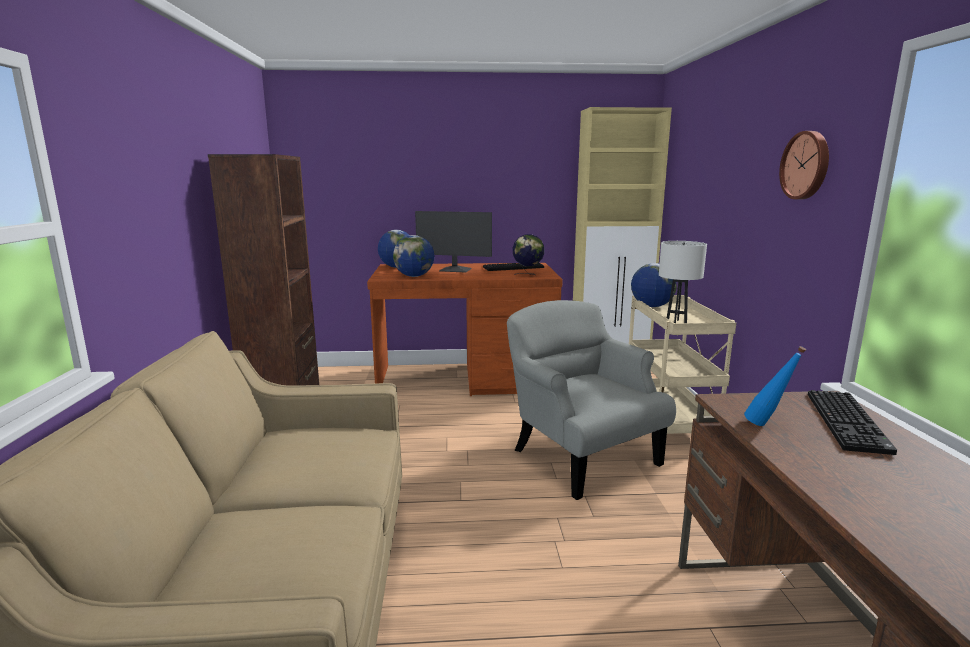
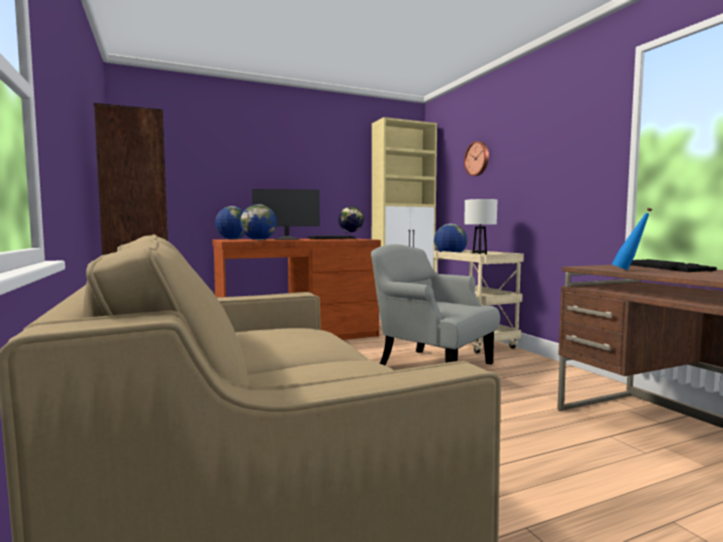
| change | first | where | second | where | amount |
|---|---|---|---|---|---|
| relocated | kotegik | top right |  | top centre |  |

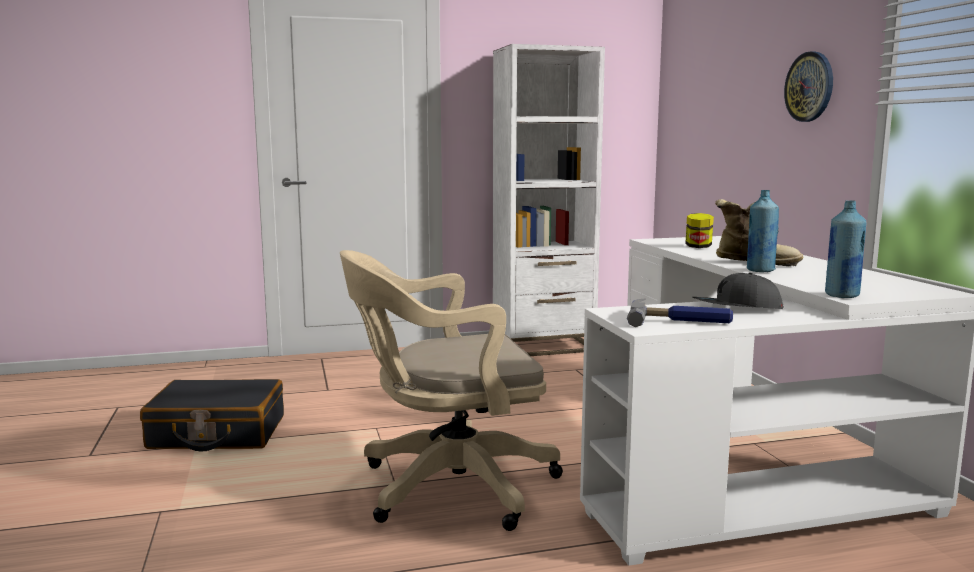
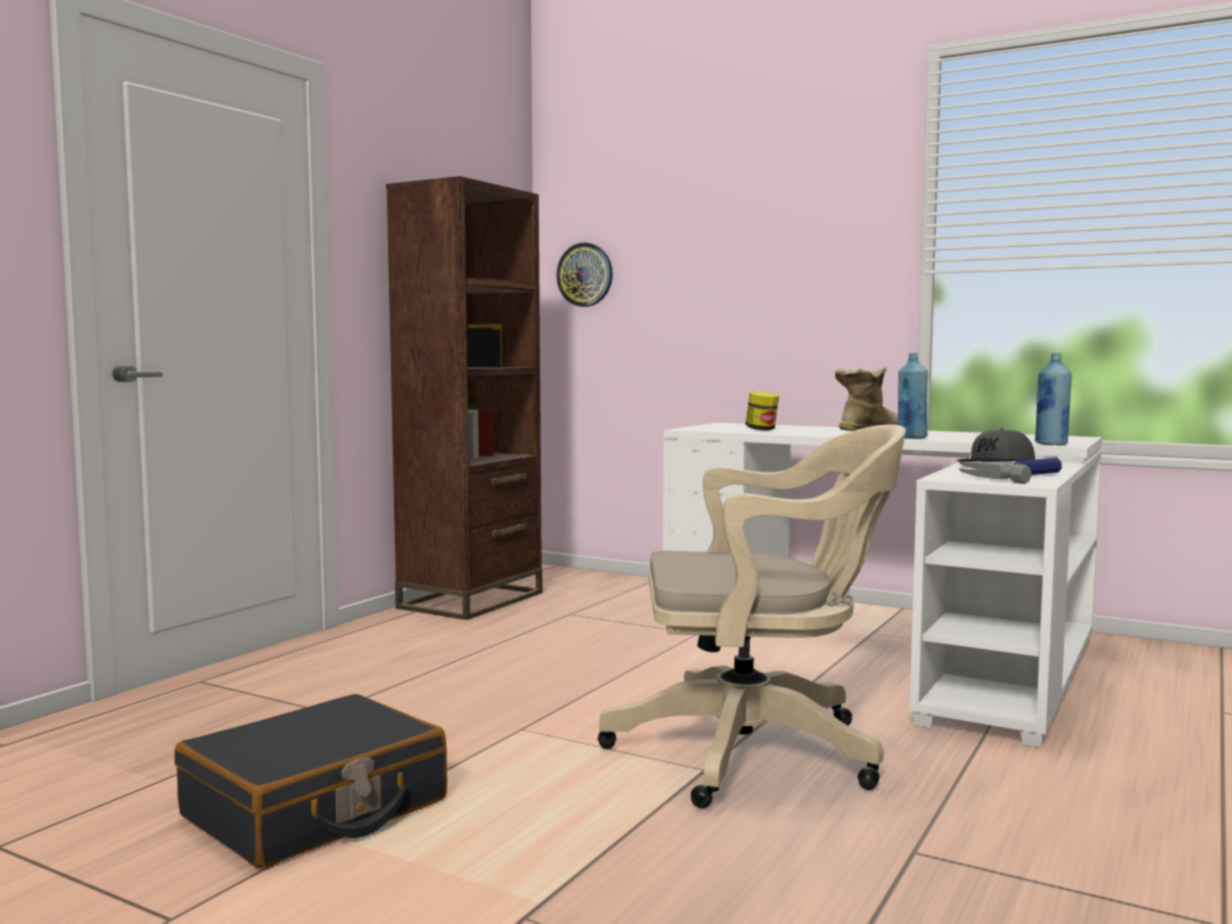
| change | first | where | second | where | amount |
|---|---|---|---|---|---|
| relocated | kotegik | top right |  | top centre |  |
| colour | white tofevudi | centre | brown tofevudi | centre |  |
| spun | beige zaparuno | bottom centre |  | bottom centre | 120 degrees counterclockwise |

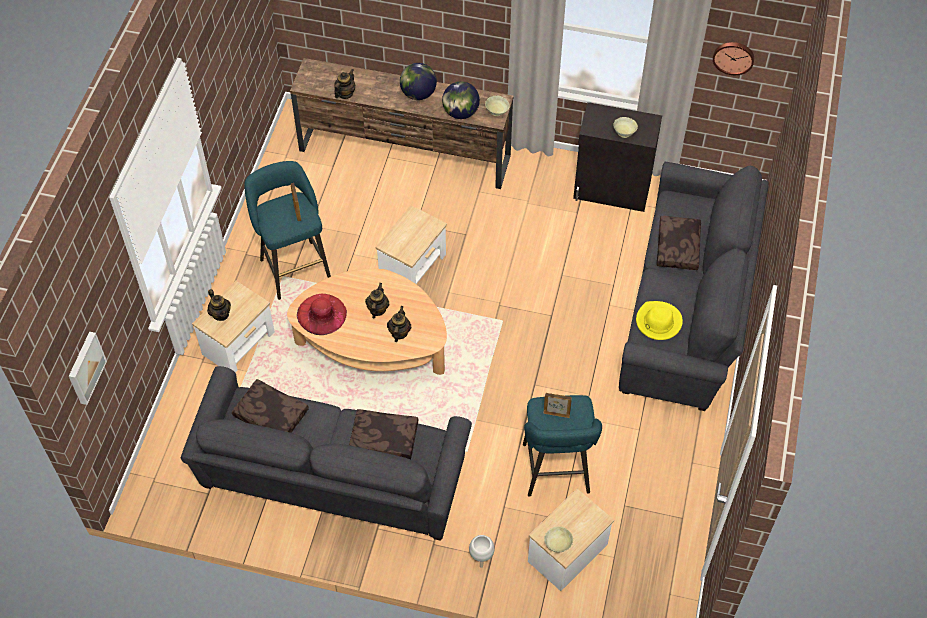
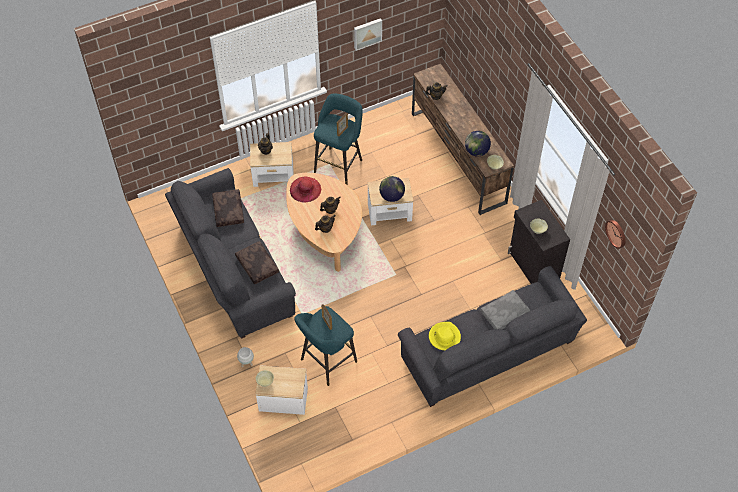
| change | first | where | second | where | amount |
|---|---|---|---|---|---|
| relocated | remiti | middle left |  | top centre |  |
| relocated | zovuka (no. 1 from left) | top centre |  | centre |  |
| colour | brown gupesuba (no. 3 from left) | middle right | grey gupesuba | middle right |  |

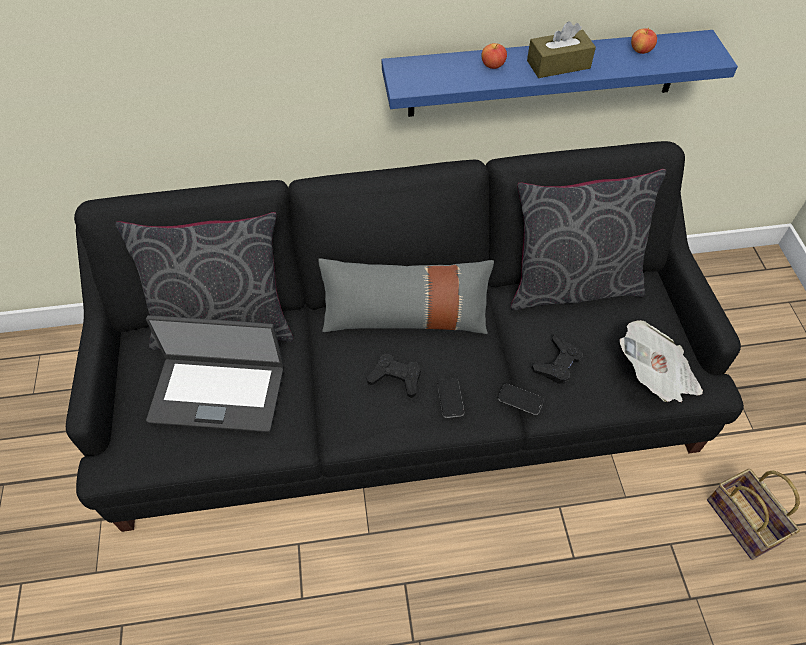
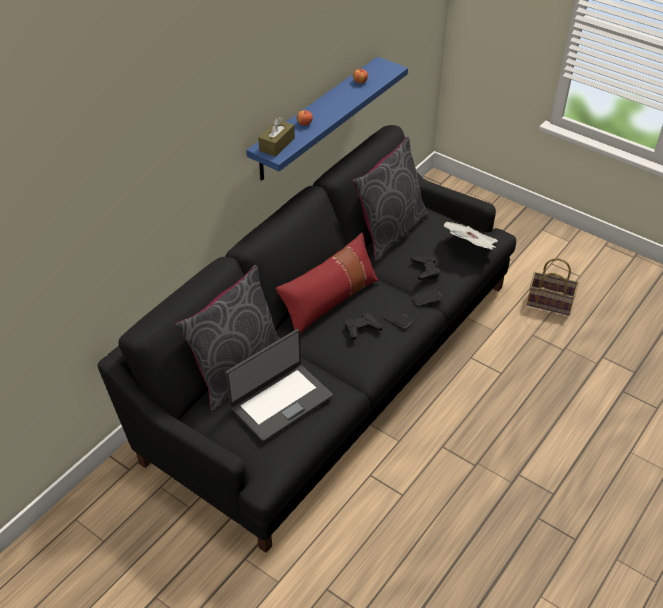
| change | first | where | second | where | amount |
|---|---|---|---|---|---|
| relocated | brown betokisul | top right |  | top centre |  |
| colour | grey gupesuba (no. 2 from left) | centre | red gupesuba | centre |  |

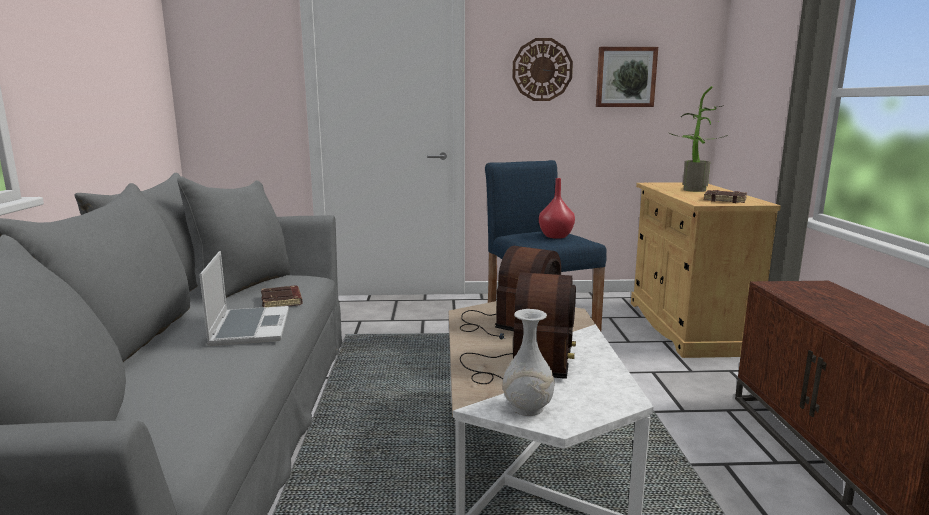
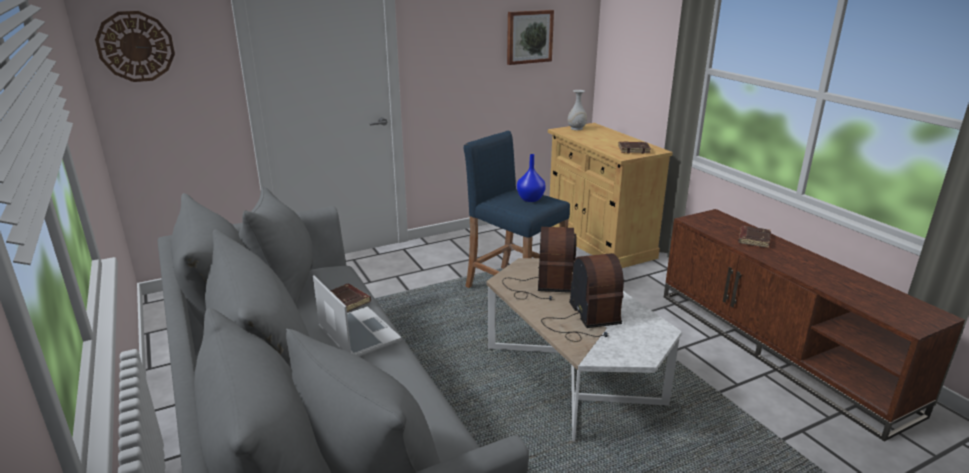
| change | first | where | second | where | amount |
|---|---|---|---|---|---|
| missing | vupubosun | top right |  |  |  |
| appeared |  |  | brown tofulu (no. 3 from left) | middle right |  |
| relocated | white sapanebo | bottom centre |  | top centre |  |
| relocated | kotegik | top centre |  | top left |  |
| colour | red sapanebo | centre | blue sapanebo | centre |  |

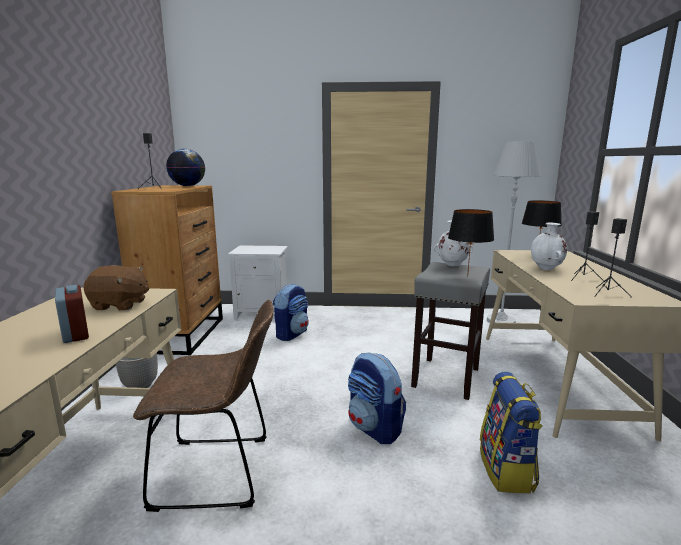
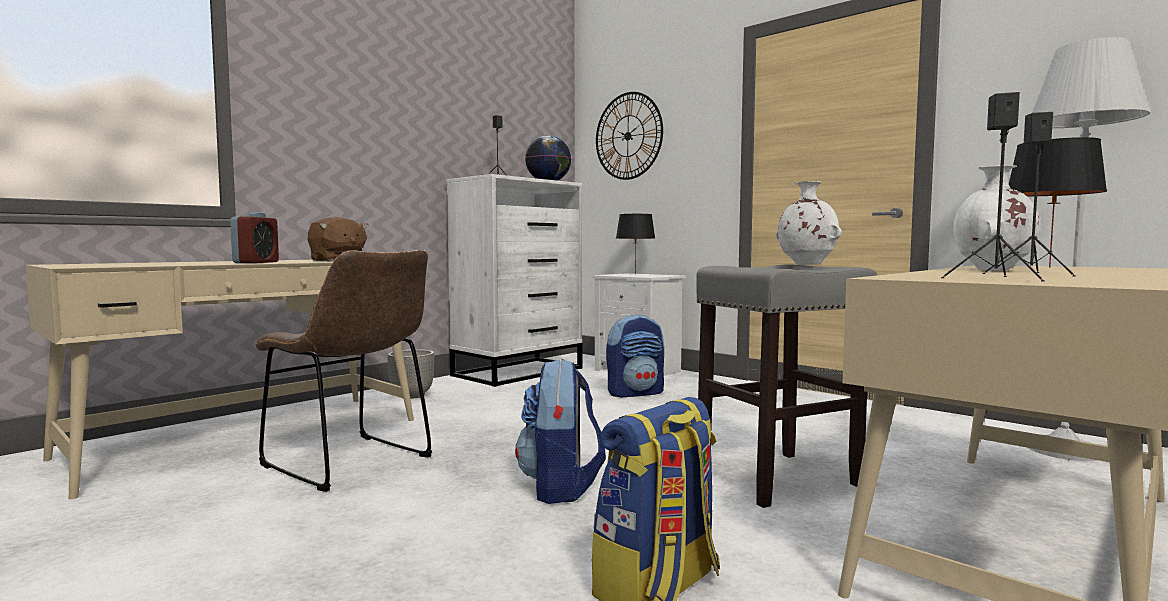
| change | first | where | second | where | amount |
|---|---|---|---|---|---|
| appeared |  |  | kotegik | top centre |  |
| relocated | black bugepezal (no. 1 from left) | middle right |  | centre |  |
| colour | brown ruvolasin | middle left | white ruvolasin | centre |  |

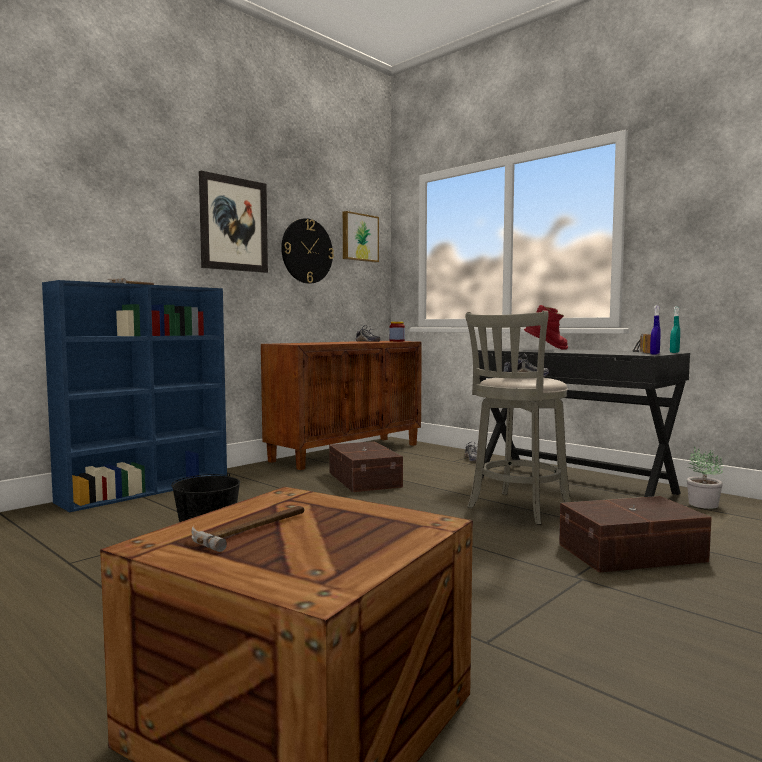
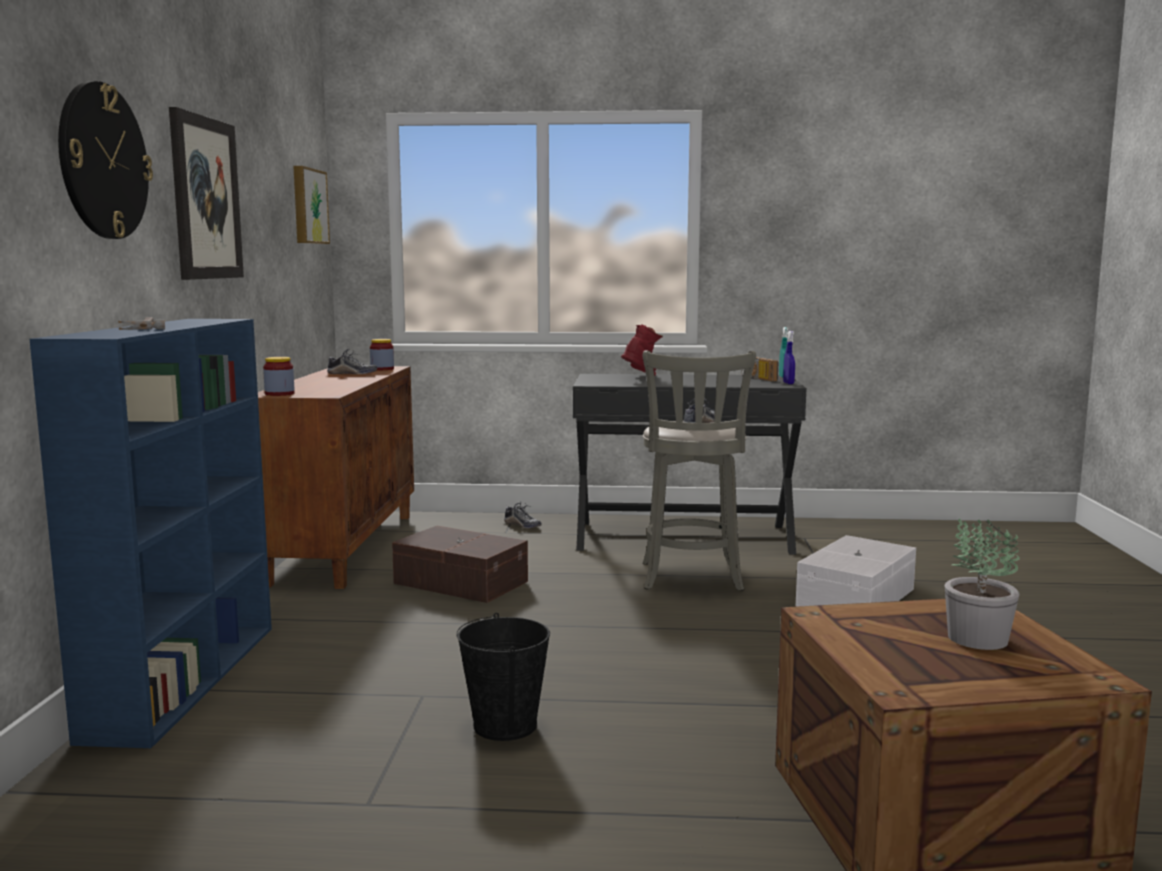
| change | first | where | second | where | amount |
|---|---|---|---|---|---|
| missing | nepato (no. 2 from left) | bottom left |  |  |  |
| appeared |  |  | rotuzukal (no. 1 from left) | middle left |  |
| relocated | kotegik | top centre |  | top left |  |
| relocated | vupubosun | middle right |  | bottom right |  |
| colour | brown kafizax (no. 2 from left) | bottom right | white kafizax | middle right |  |

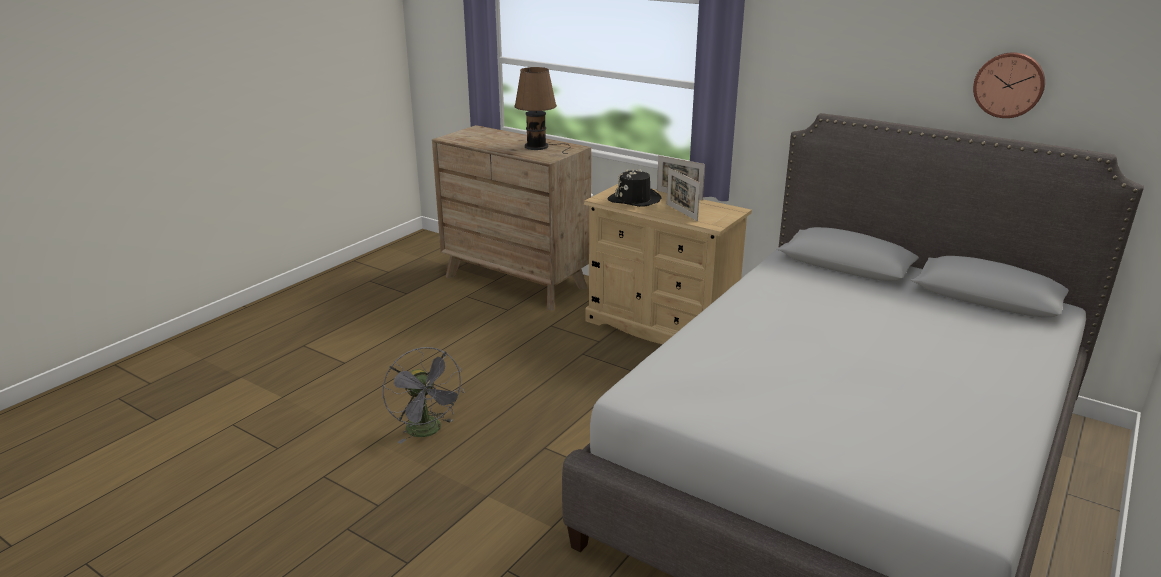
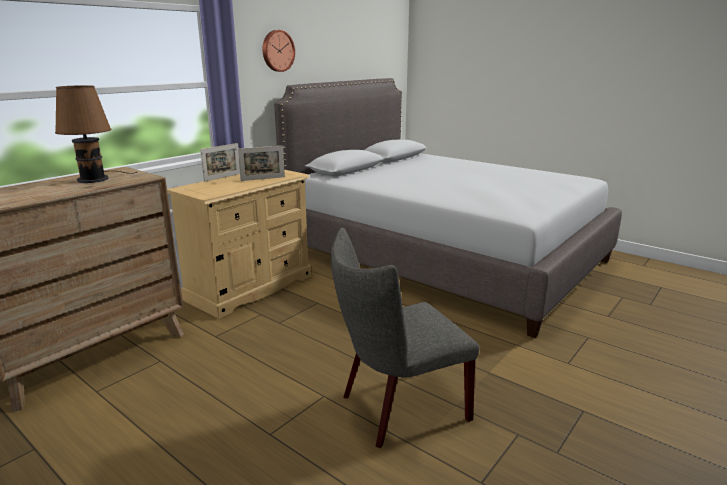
| change | first | where | second | where | amount |
|---|---|---|---|---|---|
| missing | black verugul | top centre |  |  |  |
| relocated | kotegik | top right |  | top centre |  |
| exchanged | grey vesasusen | bottom centre | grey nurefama | bottom centre |  |

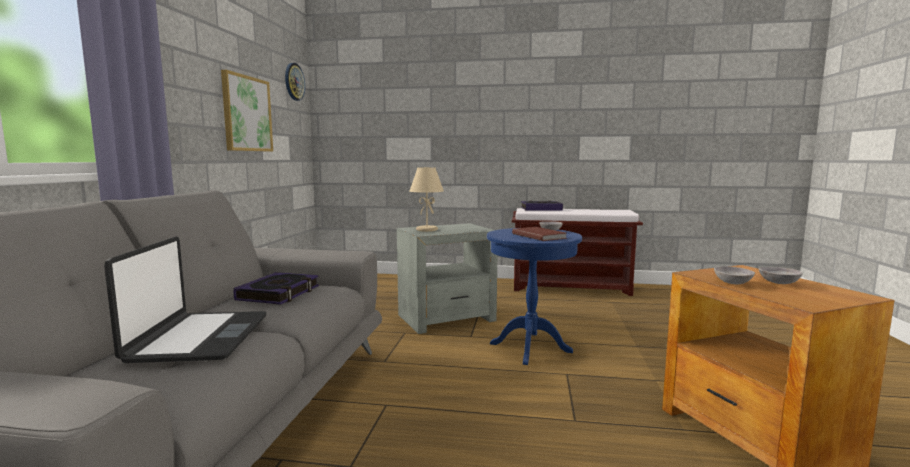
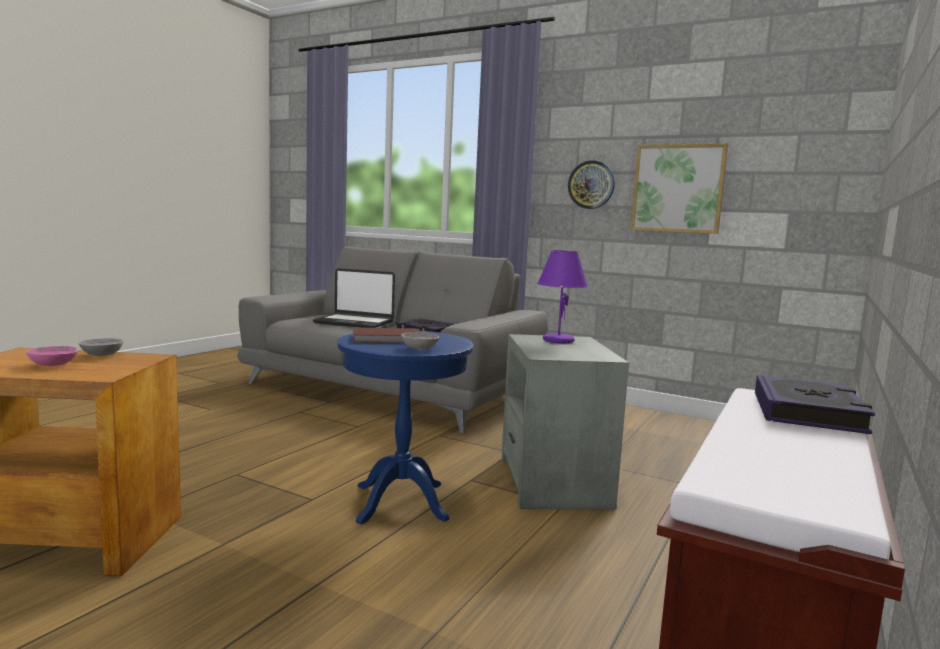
| change | first | where | second | where | amount |
|---|---|---|---|---|---|
| relocated | kotegik | top left |  | top centre |  |
| colour | beige bugepezal | centre | purple bugepezal | centre |  |
| colour | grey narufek (no. 3 from left) | middle right | pink narufek | middle left |  |

